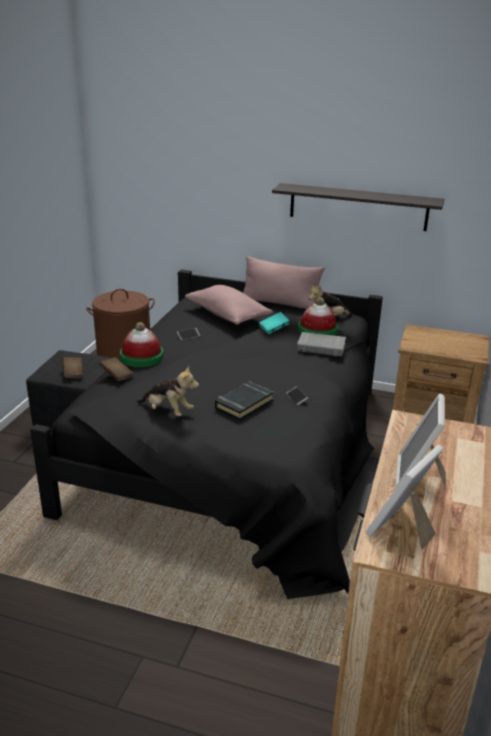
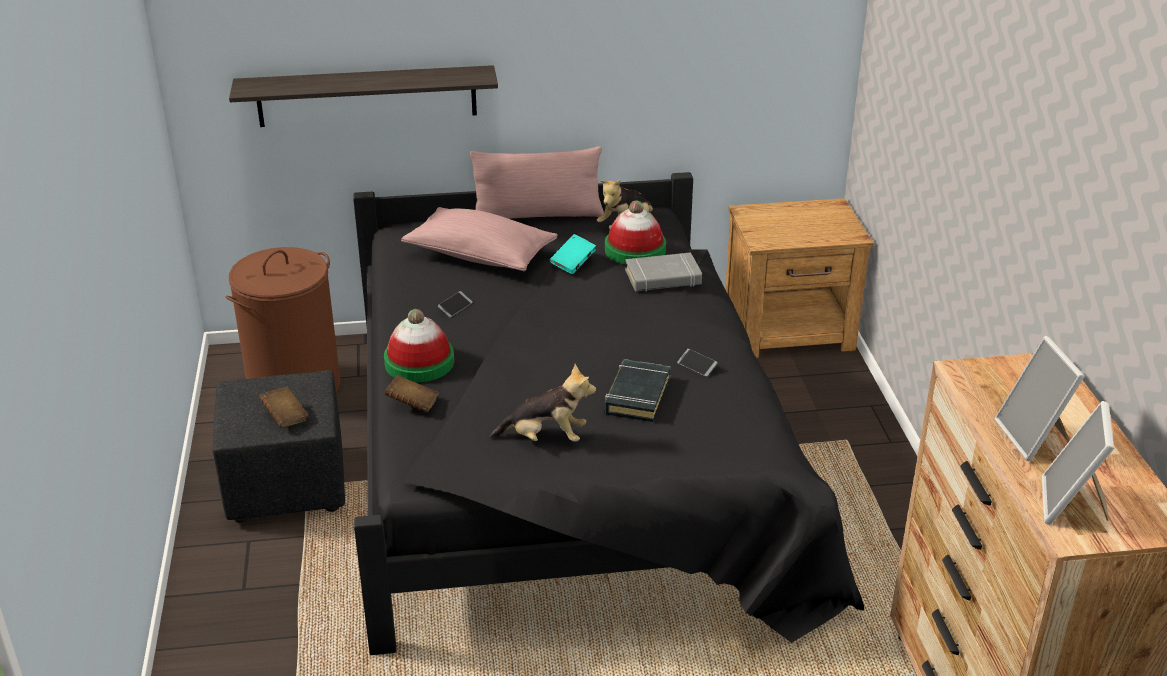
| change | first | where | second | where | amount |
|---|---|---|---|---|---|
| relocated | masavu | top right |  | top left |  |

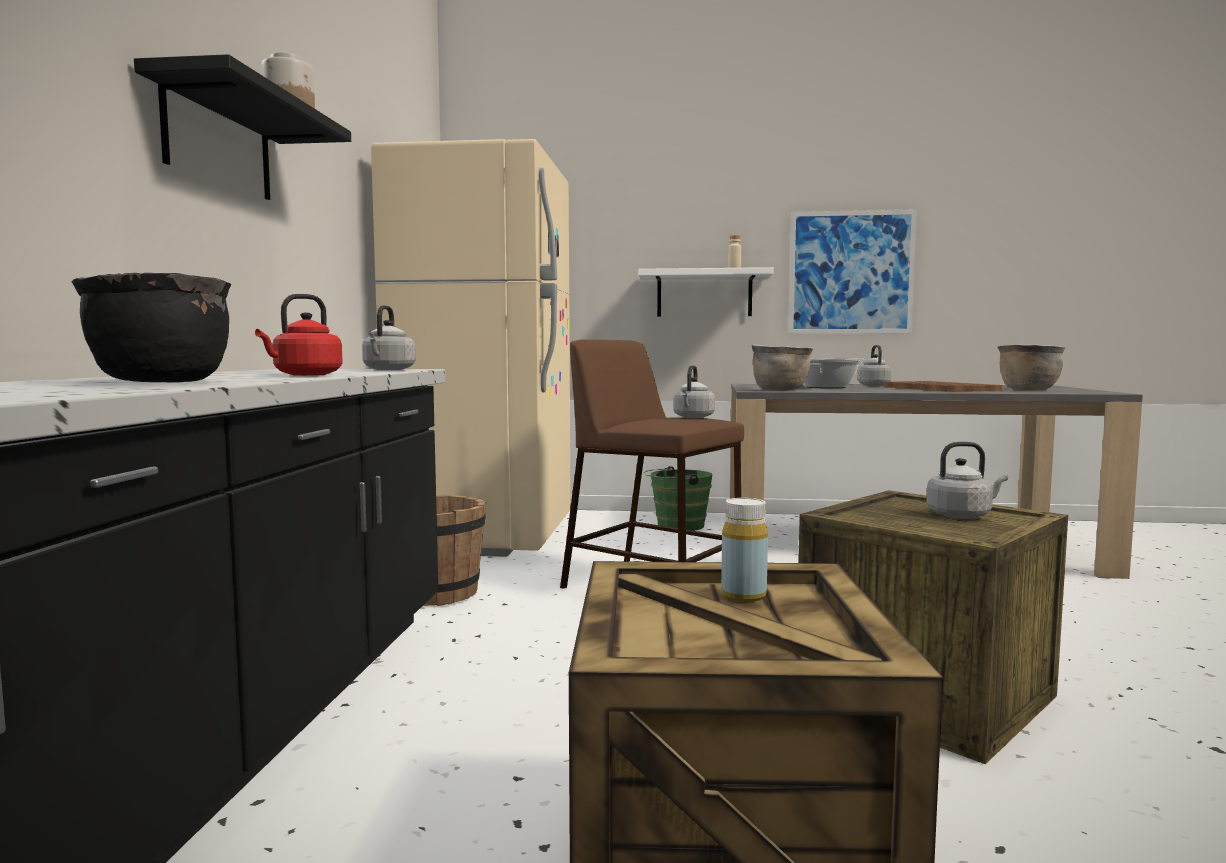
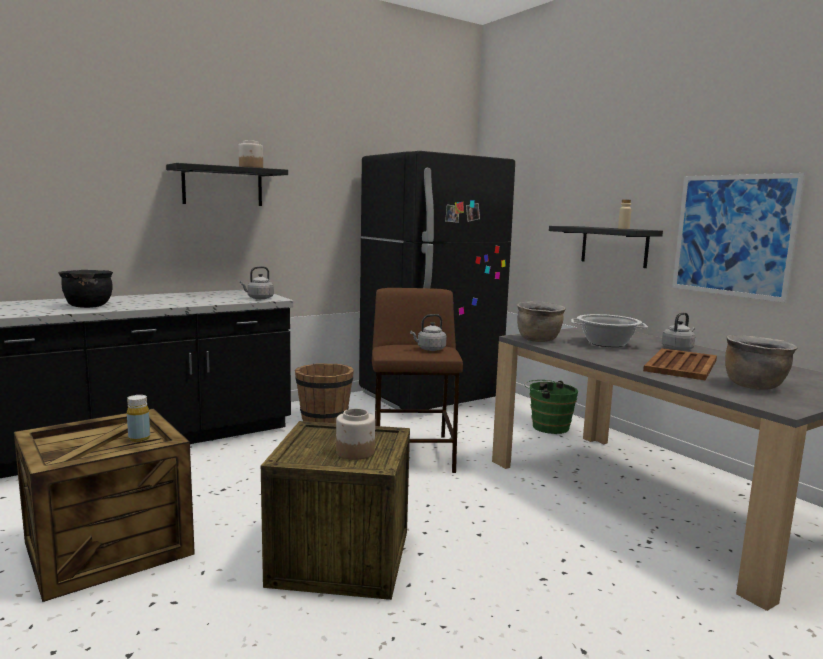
| change | first | where | second | where | amount |
|---|---|---|---|---|---|
| missing | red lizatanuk | middle left |  |  |  |
| exchanged | grey lizatanuk (no. 4 from left) | middle right | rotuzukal (no. 2 from left) | centre |  |
| colour | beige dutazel | centre | black dutazel | centre |  |
| colour | white masavu | centre | black masavu (no. 2 from left) | middle right |  |

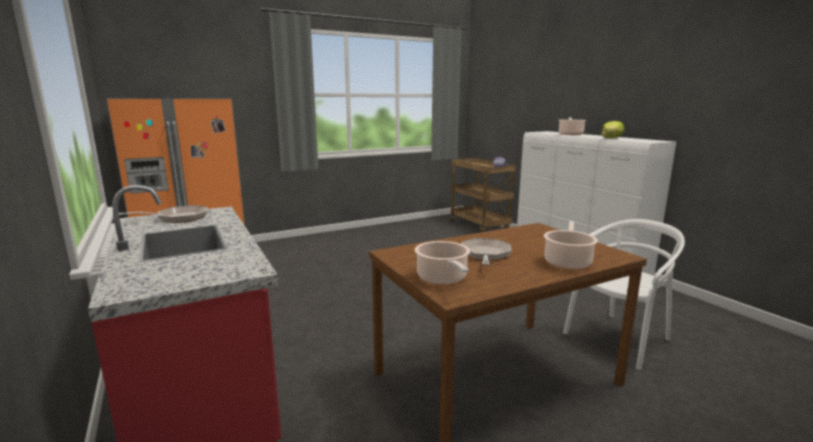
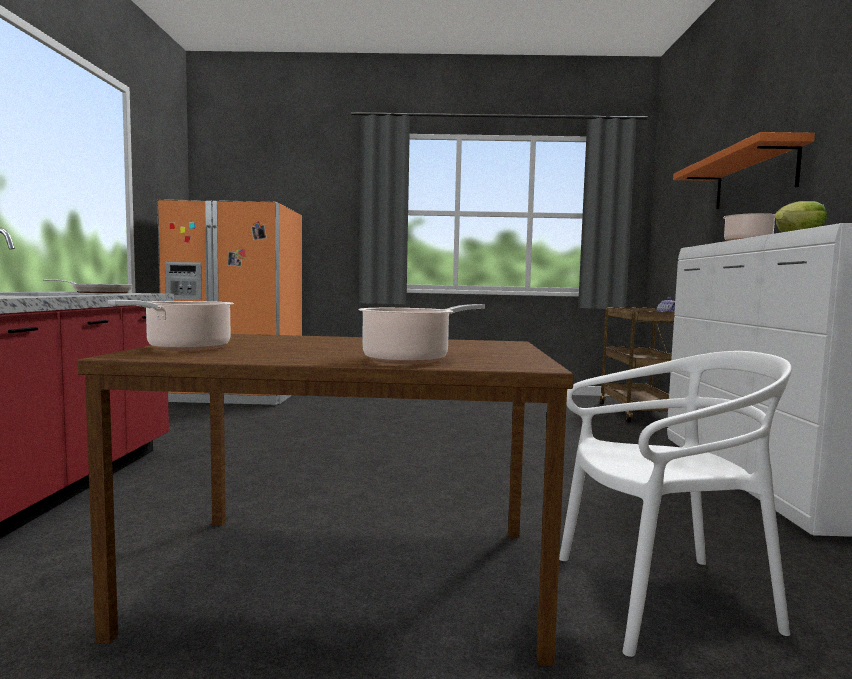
| change | first | where | second | where | amount |
|---|---|---|---|---|---|
| missing | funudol (no. 2 from left) | centre |  |  |  |
| appeared |  |  | orange masavu | top right |  |

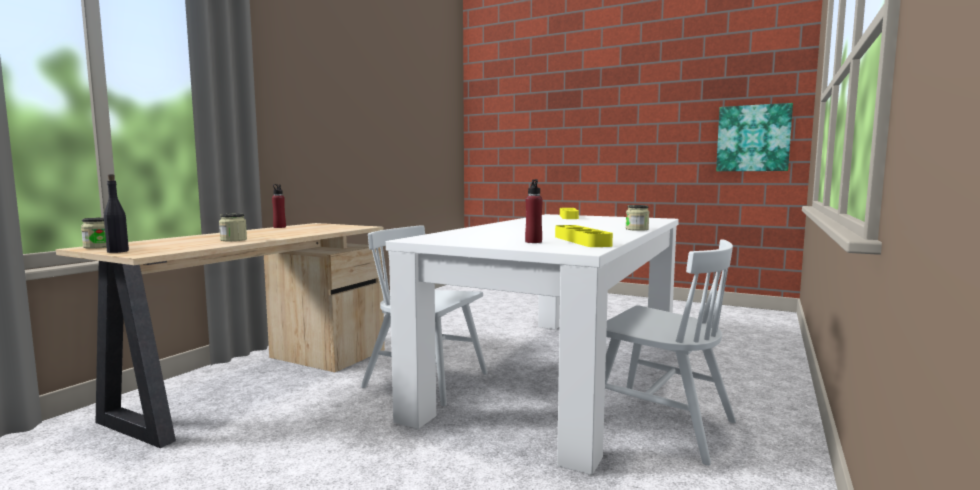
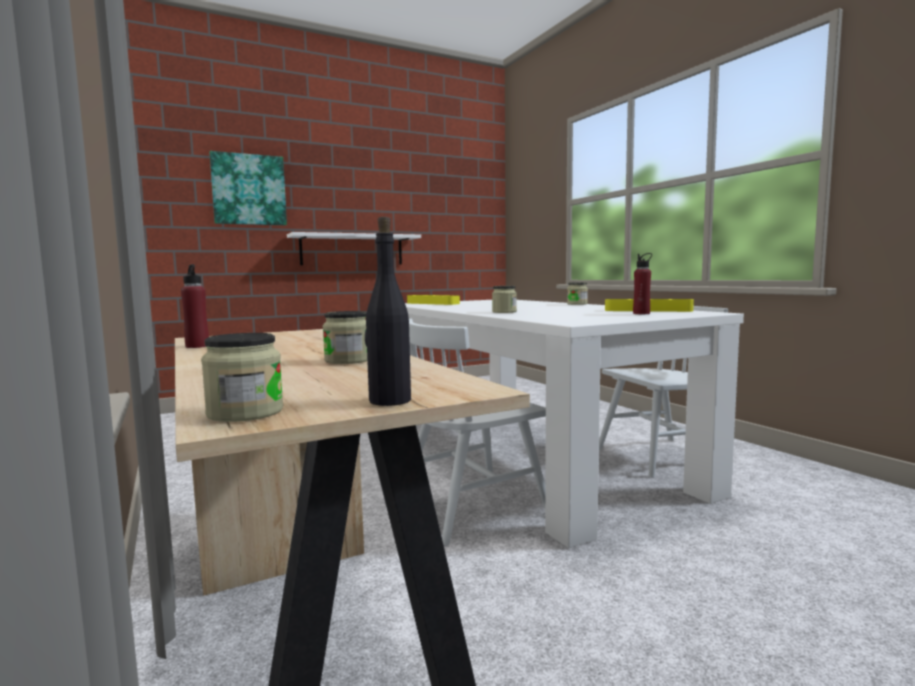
| change | first | where | second | where | amount |
|---|---|---|---|---|---|
| appeared |  |  | white masavu | centre |  |
| appeared |  |  | rotuzukal (no. 3 from left) | centre |  |
| relocated | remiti | top right |  | top left |  |

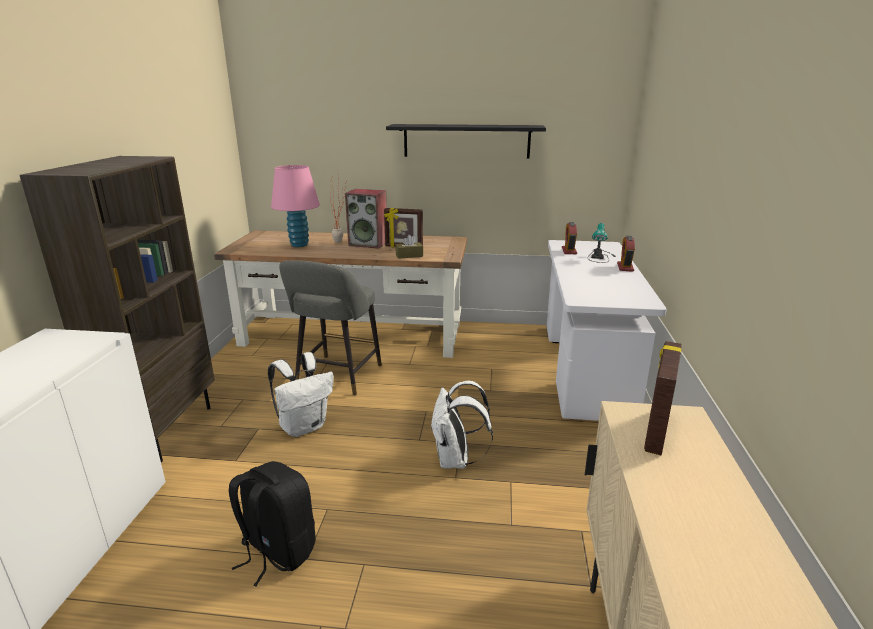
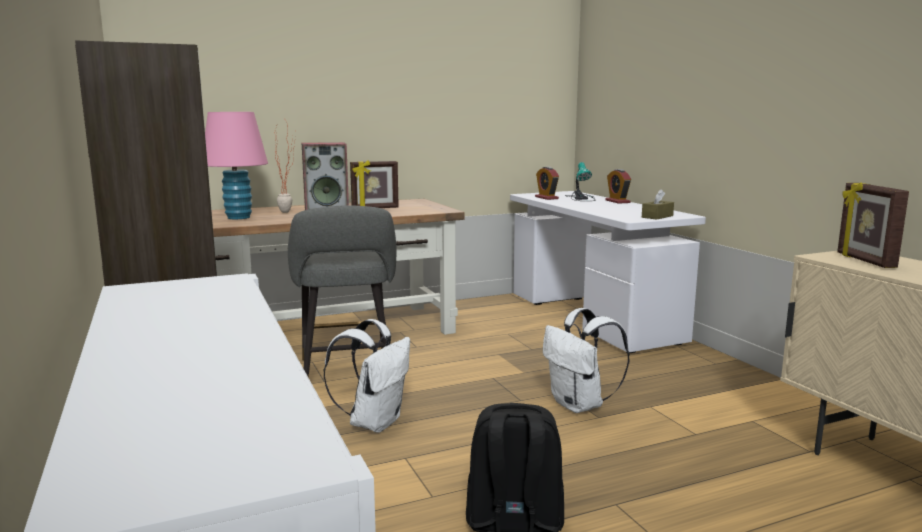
| change | first | where | second | where | amount |
|---|---|---|---|---|---|
| missing | black masavu | top centre |  |  |  |
| relocated | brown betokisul | centre |  | middle right |  |

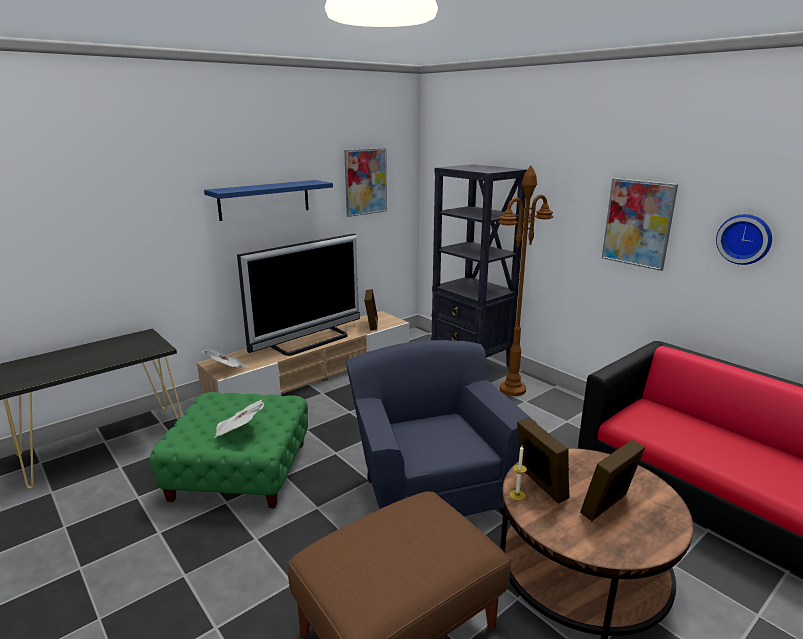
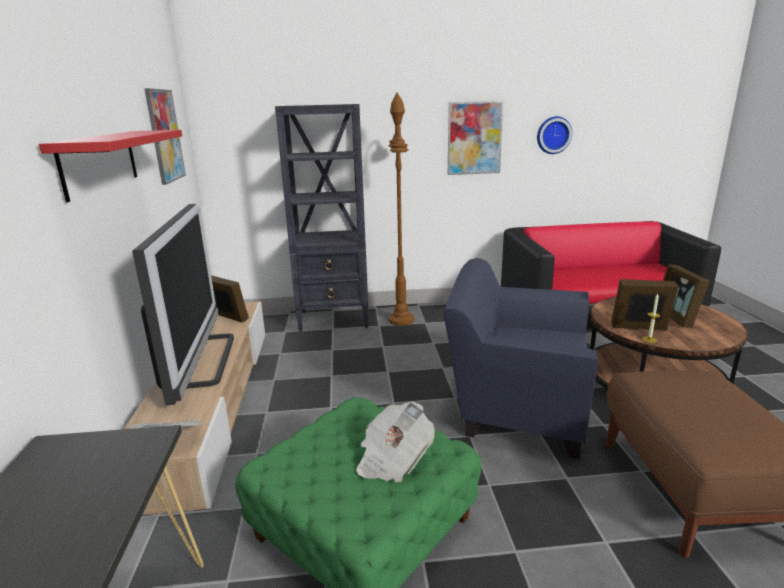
| change | first | where | second | where | amount |
|---|---|---|---|---|---|
| colour | blue masavu | top centre | red masavu | top left |  |

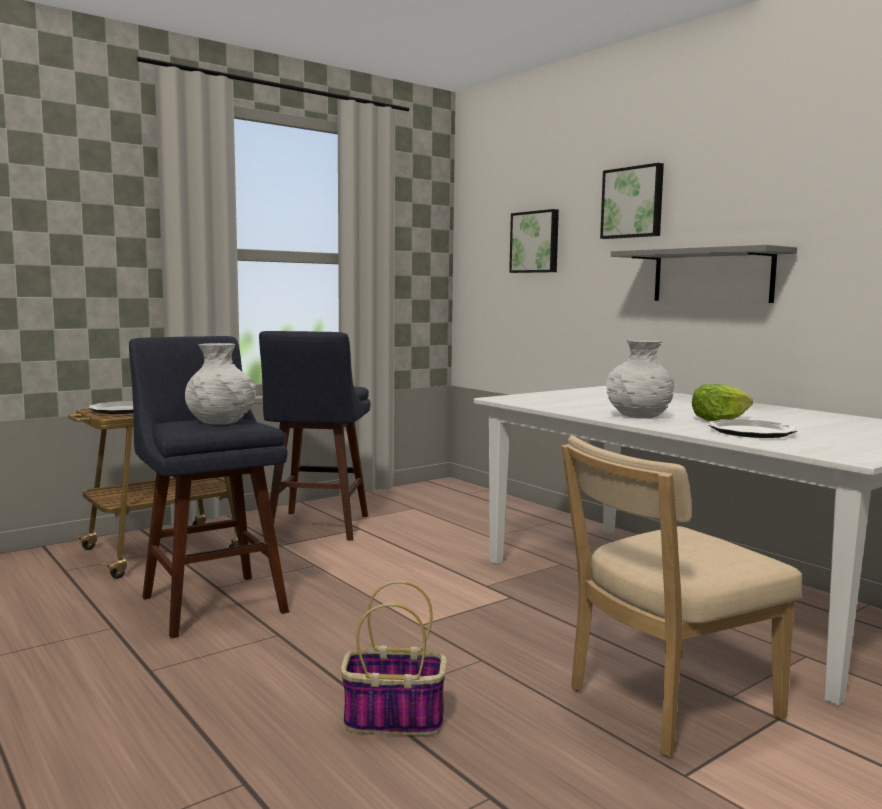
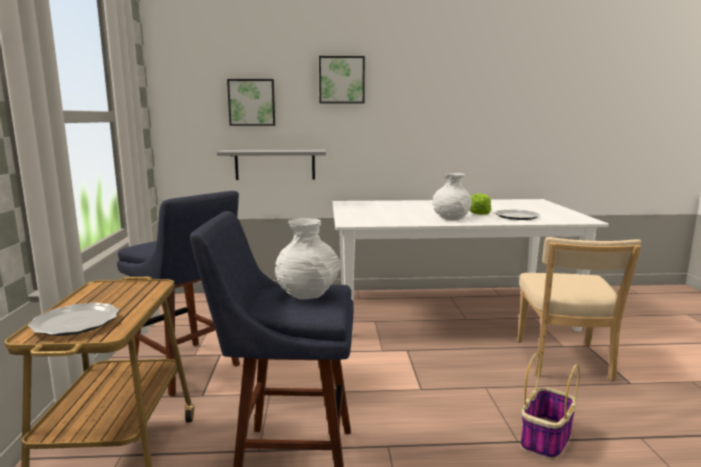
| change | first | where | second | where | amount |
|---|---|---|---|---|---|
| relocated | grey masavu | middle right |  | centre |  |

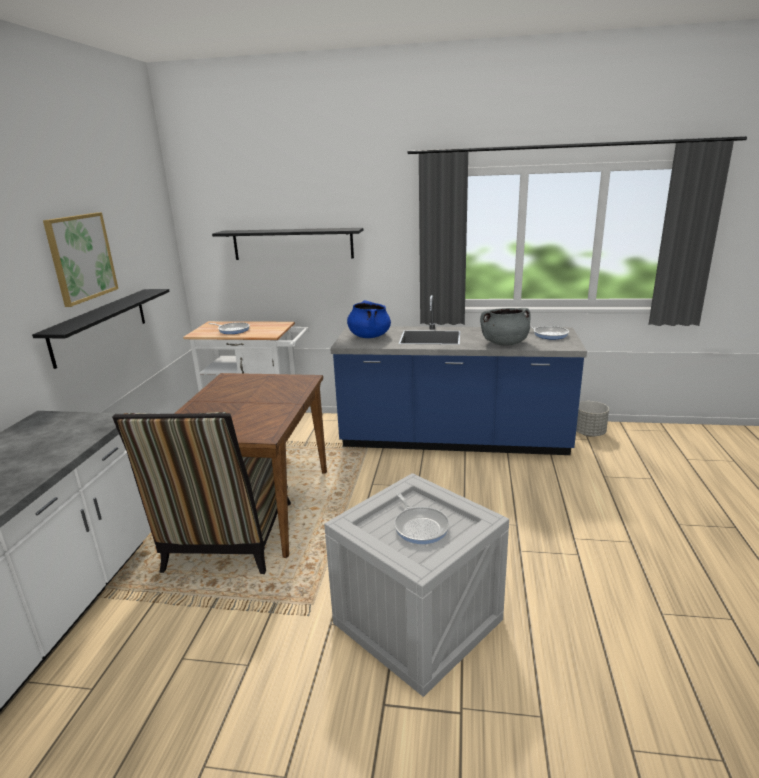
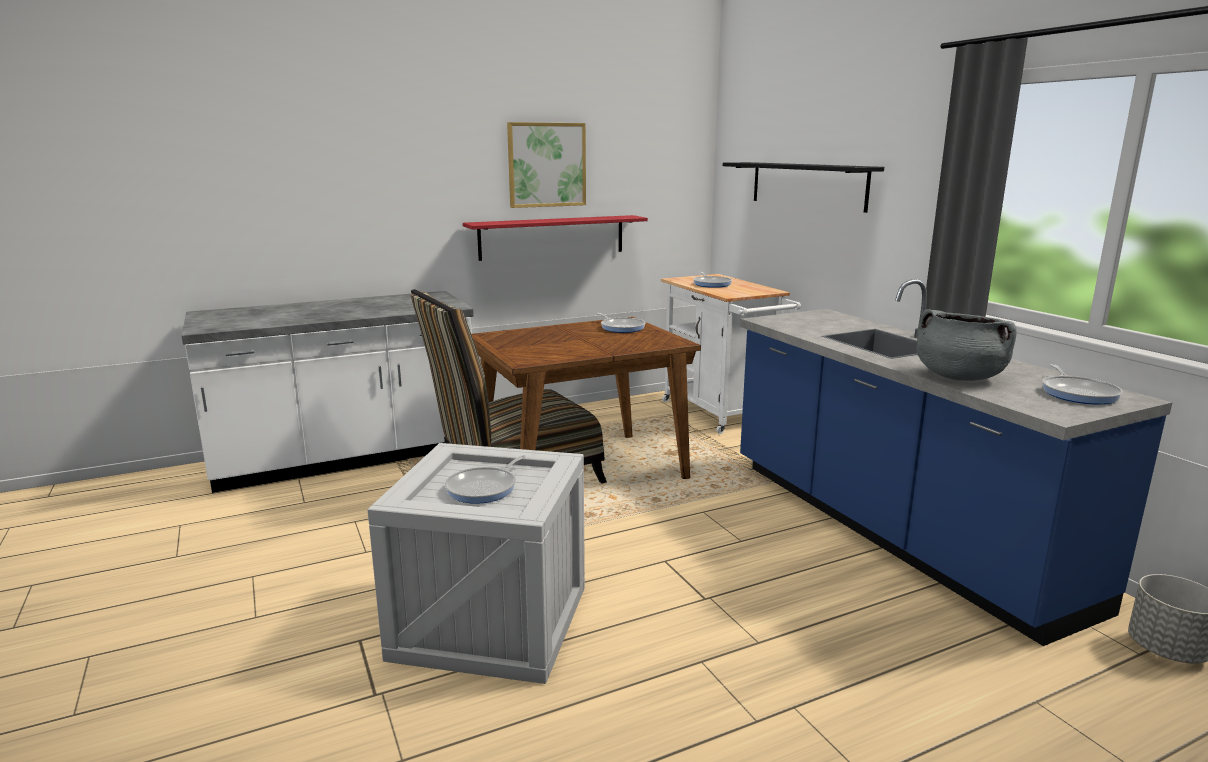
| change | first | where | second | where | amount |
|---|---|---|---|---|---|
| missing | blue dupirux | centre |  |  |  |
| appeared |  |  | funudol (no. 2 from left) | centre |  |
| colour | black masavu (no. 1 from left) | middle left | red masavu | top centre |  |

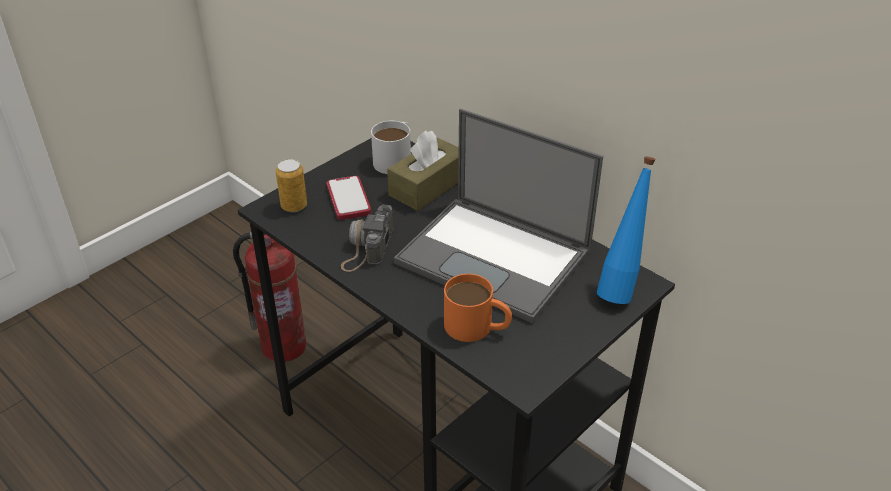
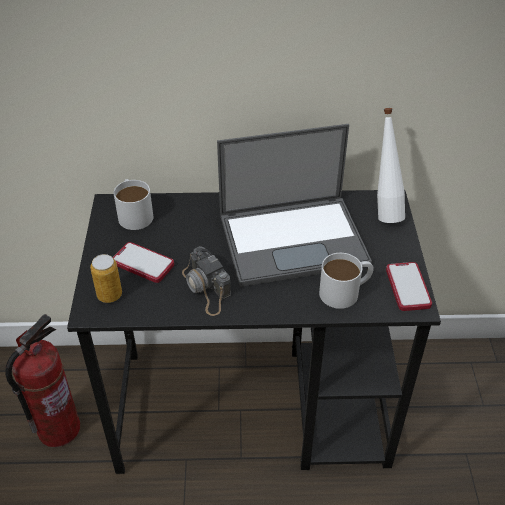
| change | first | where | second | where | amount |
|---|---|---|---|---|---|
| missing | brown betokisul | centre |  |  |  |
| appeared |  |  | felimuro (no. 2 from left) | middle right |  |
| colour | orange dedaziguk | centre | white dedaziguk (no. 2 from left) | middle right |  |
| colour | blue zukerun | middle right | white zukerun | top right |  |

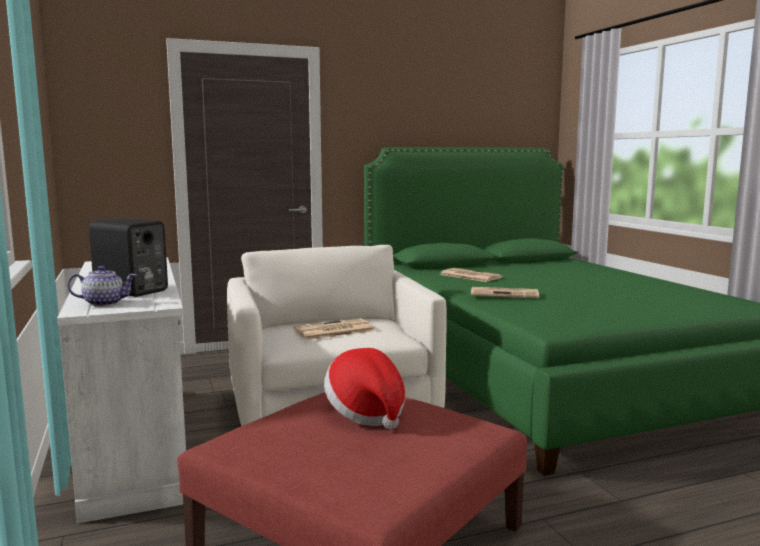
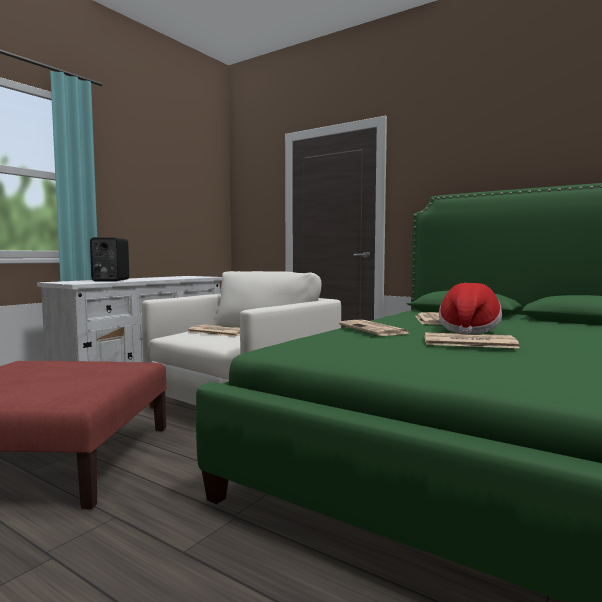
| change | first | where | second | where | amount |
|---|---|---|---|---|---|
| missing | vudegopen | middle left |  |  |  |
| appeared |  |  | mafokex (no. 4 from left) | middle right |  |
| relocated | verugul | bottom centre |  | middle right |  |

